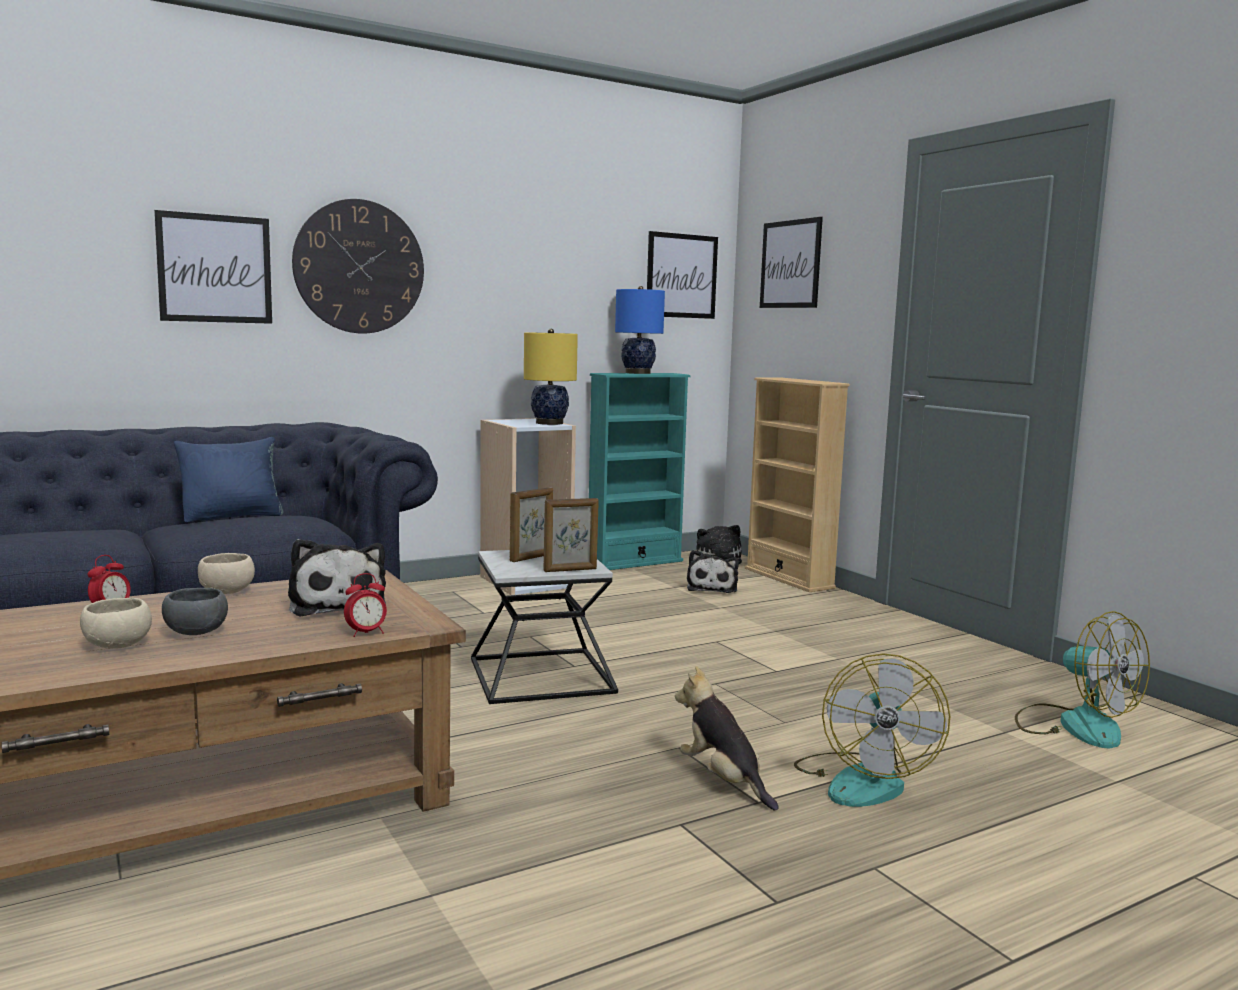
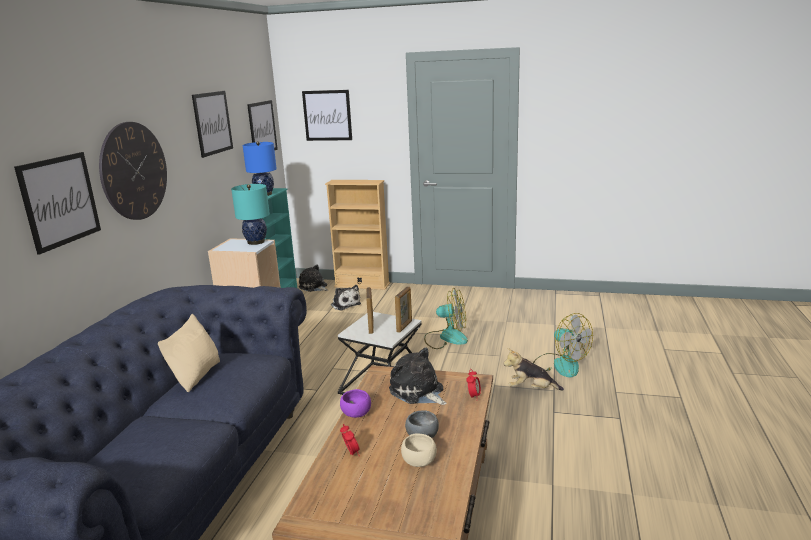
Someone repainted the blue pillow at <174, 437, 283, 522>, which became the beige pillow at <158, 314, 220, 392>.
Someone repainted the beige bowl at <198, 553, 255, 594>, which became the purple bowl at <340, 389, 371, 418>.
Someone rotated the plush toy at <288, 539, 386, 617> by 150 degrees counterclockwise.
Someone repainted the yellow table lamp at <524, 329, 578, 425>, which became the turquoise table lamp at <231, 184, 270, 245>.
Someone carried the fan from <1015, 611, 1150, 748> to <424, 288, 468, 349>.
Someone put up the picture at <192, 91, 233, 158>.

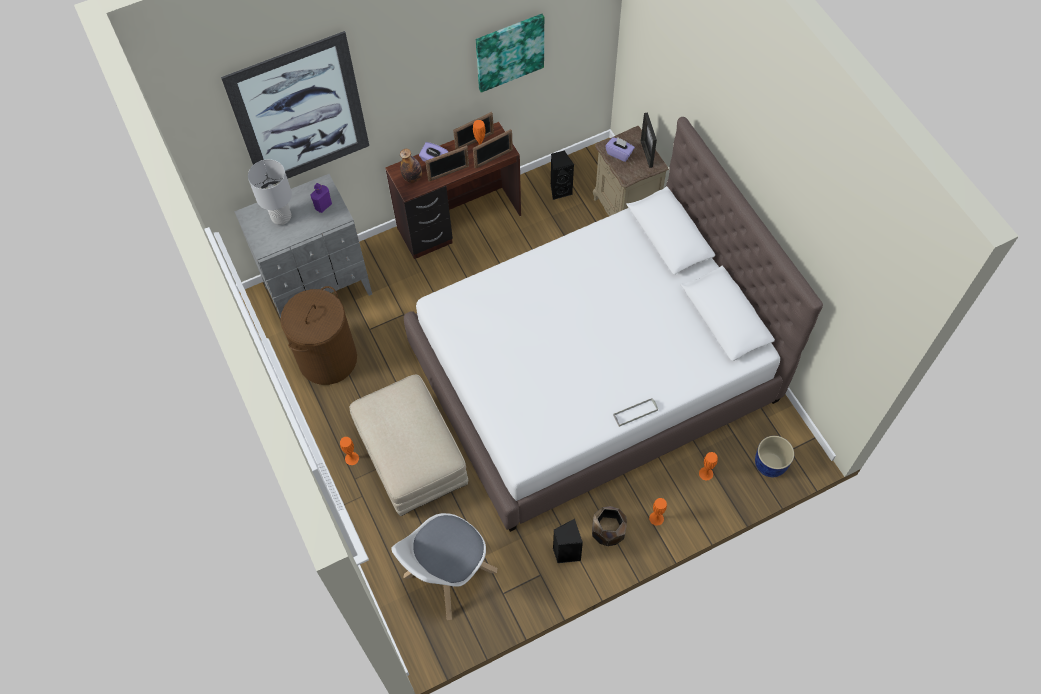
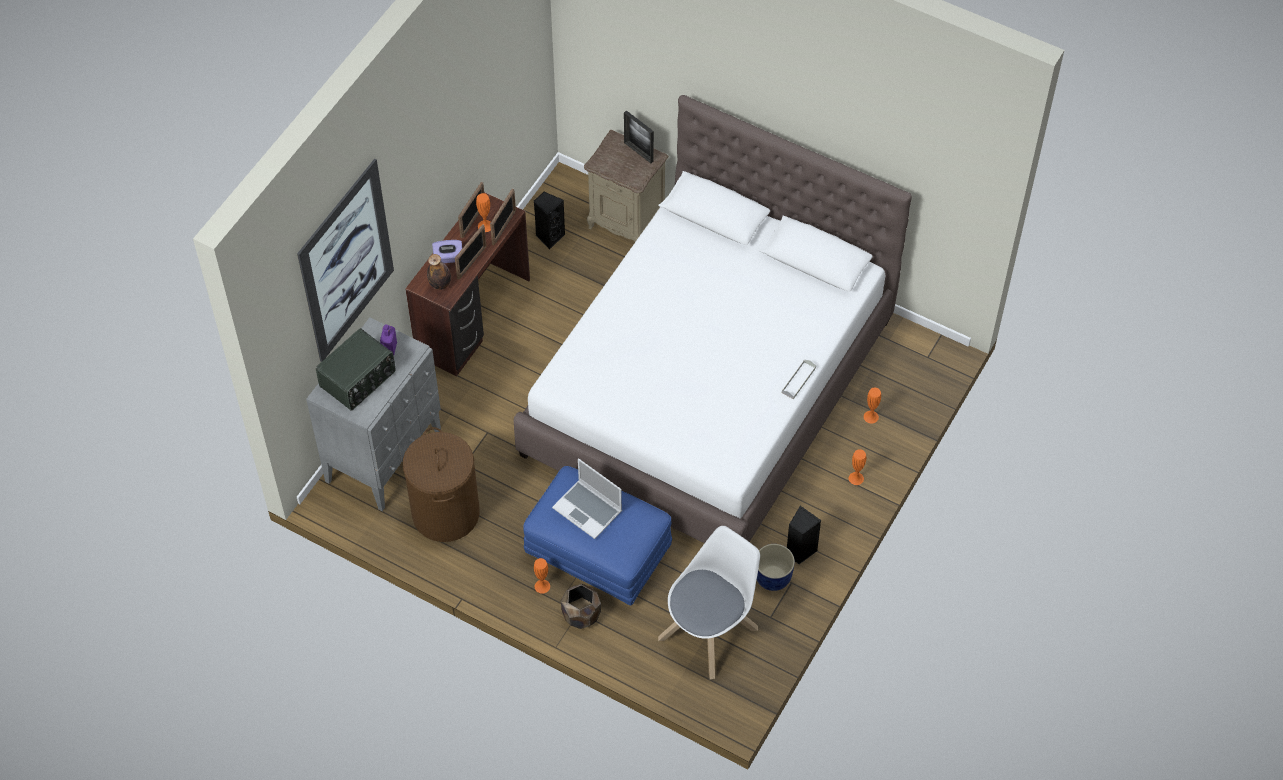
Someone swapped the grey table lamp at <248, 159, 292, 225> for the radio at <316, 328, 396, 411>.
Someone repainted the beige ottoman at <350, 375, 468, 516>, which became the blue ottoman at <523, 466, 672, 605>.
Someone rotated the chair at <391, 513, 497, 620> by 150 degrees counterclockwise.
Someone took away the picture at <476, 14, 544, 93>.
Someone carried the brown planter from <592, 506, 627, 546> to <561, 584, 601, 629>.
Someone took away the purple tissue box at <605, 137, 635, 162>.
Someone carried the blue planter from <755, 436, 794, 477> to <757, 544, 795, 591>.
Someone put down the laptop at <552, 458, 622, 539>.

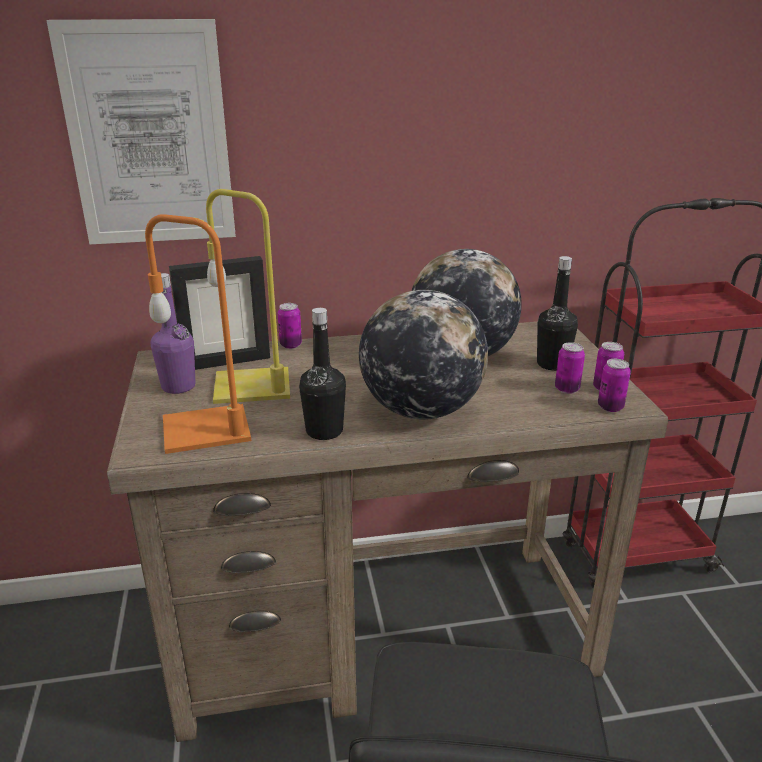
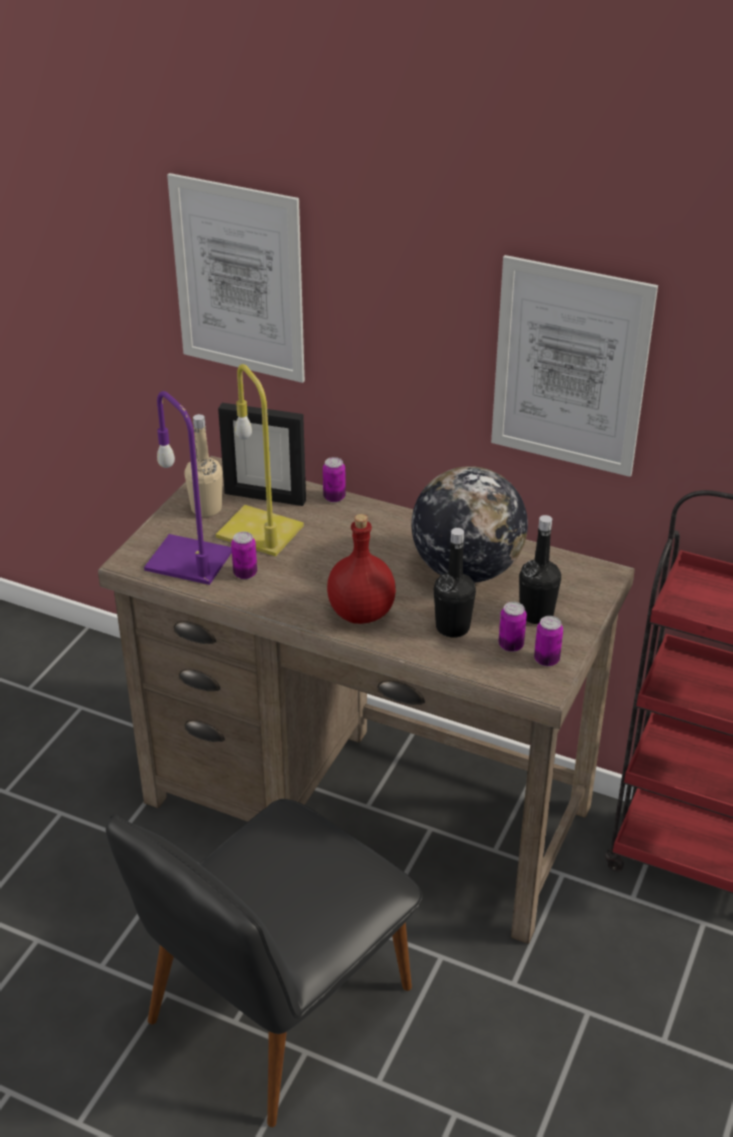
Someone repainted the orange table lamp at <145, 214, 251, 454>, which became the purple table lamp at <144, 391, 232, 585>.
Someone repainted the purple bottle at <151, 273, 195, 394>, which became the beige bottle at <184, 414, 223, 517>.
Someone carried the black bottle from <299, 308, 346, 440> to <434, 528, 476, 638>.
Someone swapped the globe at <359, 290, 488, 419> for the red bottle at <327, 514, 396, 624>.
Someone carried the can from <598, 359, 631, 412> to <231, 532, 257, 579>.
Someone put up the picture at <491, 255, 658, 477>.

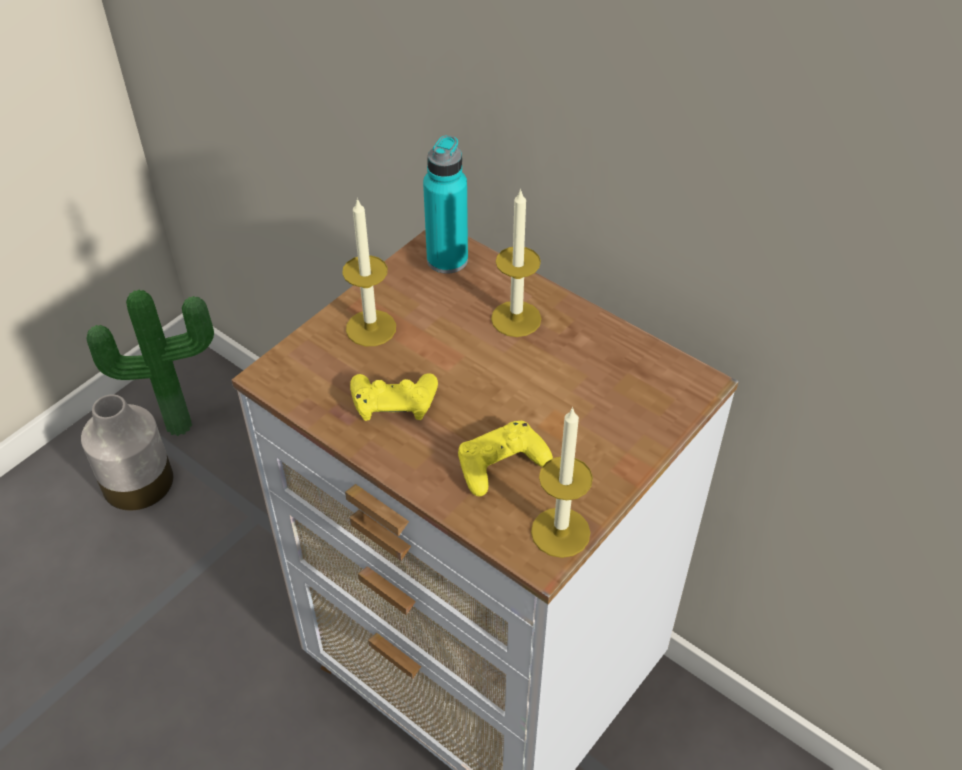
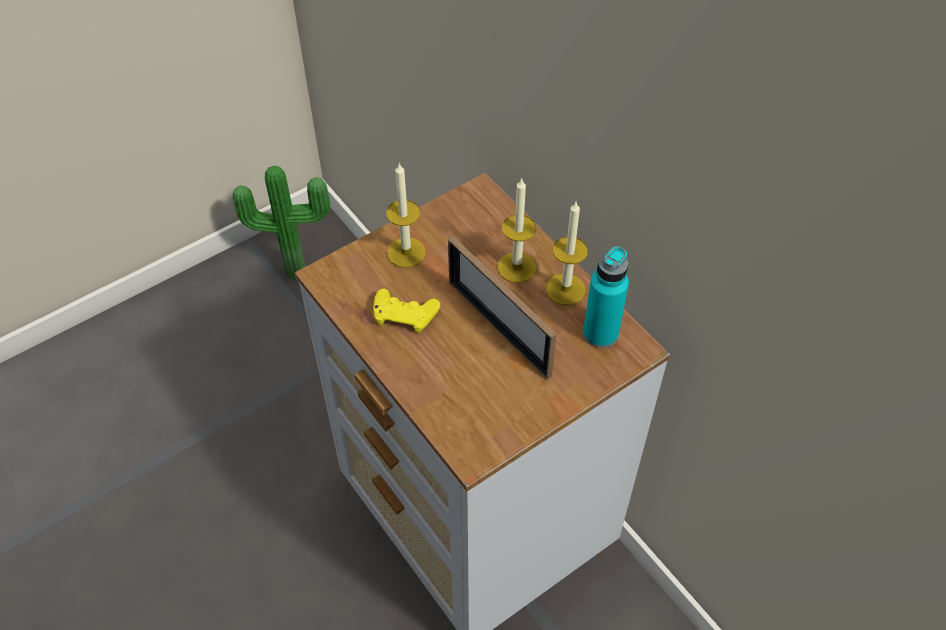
Someone took away the beige vase at <81, 394, 173, 510>.
Someone carried the turquoise bottle from <423, 135, 468, 274> to <583, 246, 629, 348>.
Someone took away the yellow game controller at <458, 421, 553, 496>.
Someone carried the candle from <531, 407, 593, 558> to <546, 202, 588, 305>.
Someone put down the picture frame at <448, 236, 557, 380>.

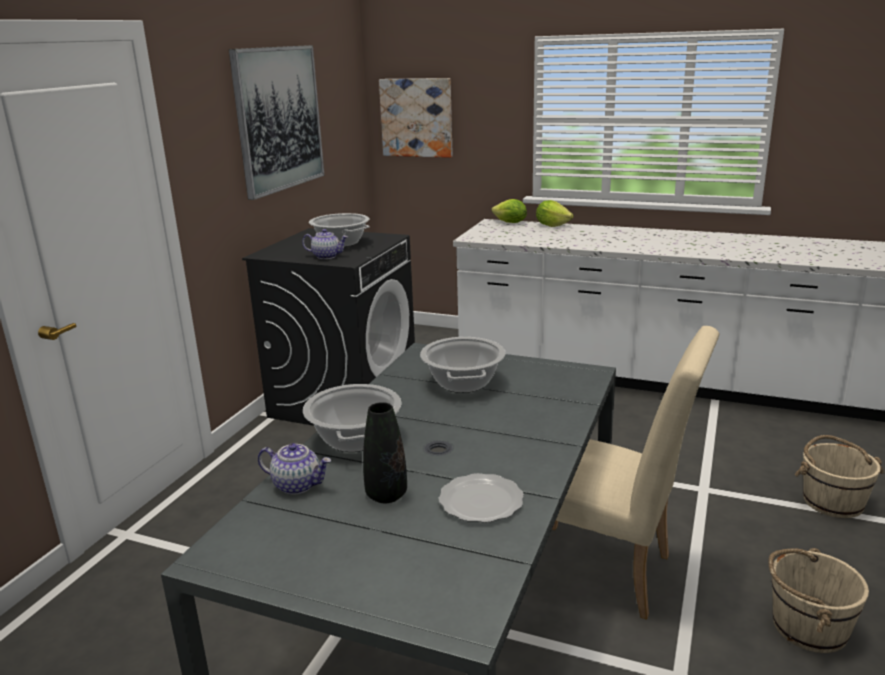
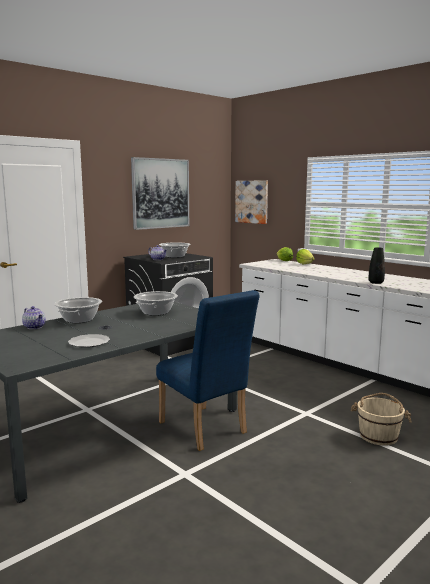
Someone carried the black vase from <363, 402, 407, 503> to <368, 247, 385, 284>.
Someone repainted the beige chair at <552, 326, 719, 620>, which became the blue chair at <156, 290, 260, 451>.
Someone took away the beige bucket at <768, 548, 869, 653>.

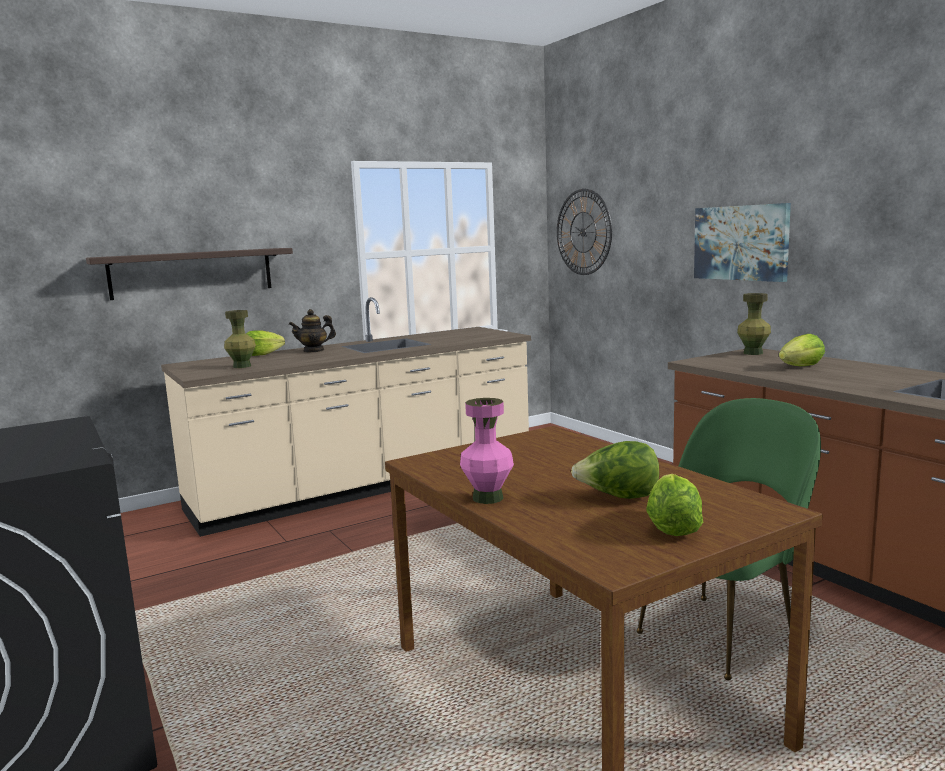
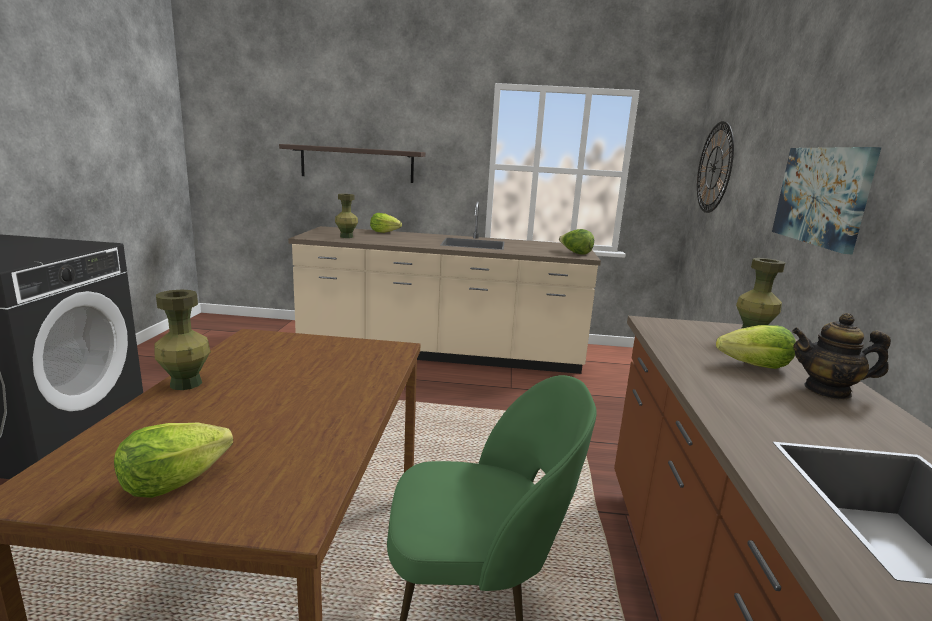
Someone carried the teapot from <289, 309, 336, 353> to <792, 313, 891, 400>.
Someone repainted the pink vase at <460, 398, 514, 504>, which became the green vase at <155, 290, 210, 390>.
Someone carried the lettuce from <571, 441, 659, 499> to <559, 229, 594, 255>.

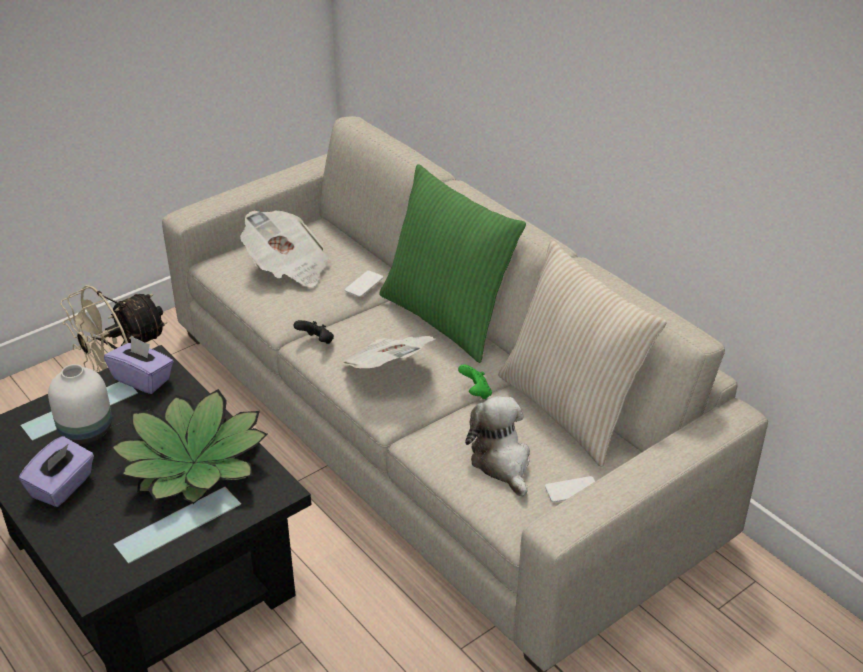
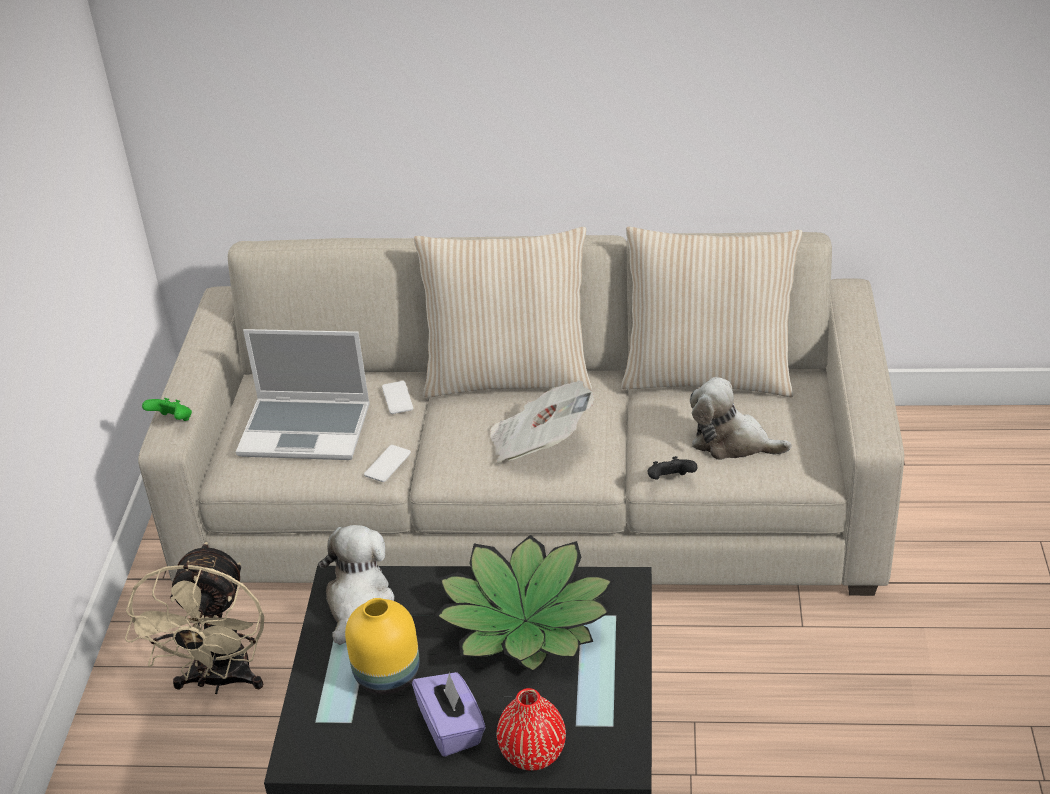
Someone repainted the white vase at <48, 364, 112, 444>, which became the yellow vase at <345, 598, 420, 695>.
Someone swapped the purple tissue box at <104, 336, 173, 394> for the plush toy at <318, 525, 395, 645>.
Someone swapped the newspaper at <240, 210, 330, 288> for the laptop at <236, 329, 370, 460>.
Someone carried the black game controller from <293, 320, 334, 344> to <648, 456, 697, 480>.
Someone repainted the green pillow at <379, 164, 526, 363>, which became the beige pillow at <414, 227, 592, 398>.
Someone carried the green game controller from <458, 364, 492, 400> to <142, 398, 192, 421>.
Someone carried the phone from <545, 476, 595, 502> to <364, 445, 411, 482>.
Someone put down the red vase at <497, 688, 566, 770>.

